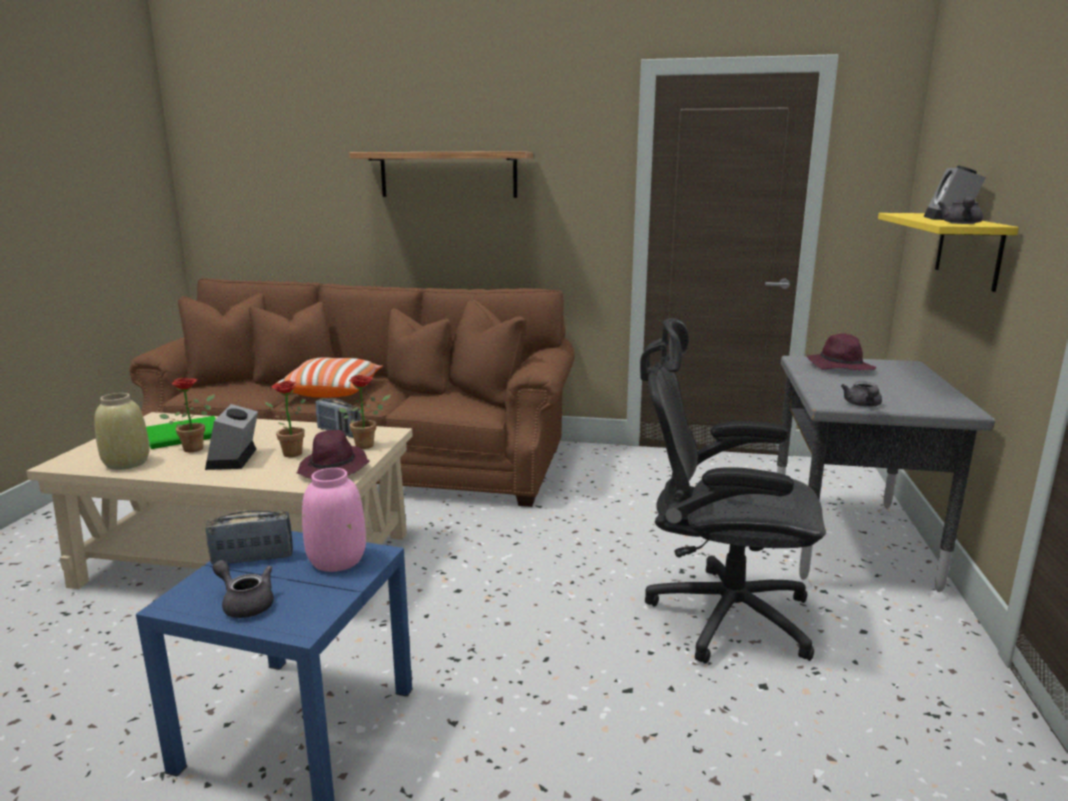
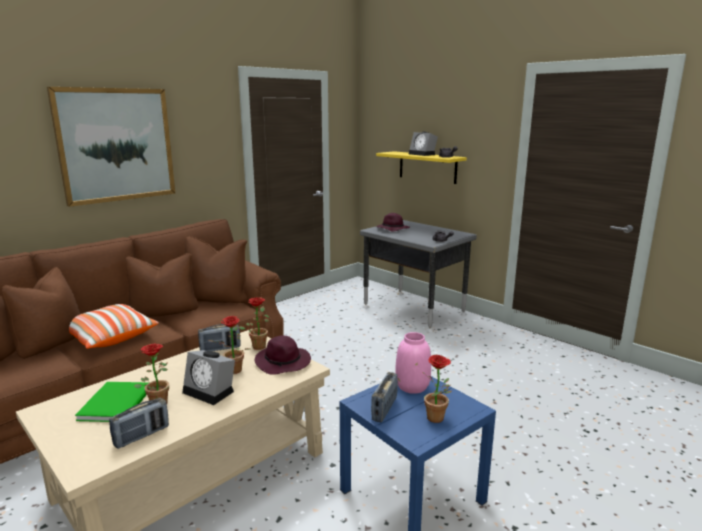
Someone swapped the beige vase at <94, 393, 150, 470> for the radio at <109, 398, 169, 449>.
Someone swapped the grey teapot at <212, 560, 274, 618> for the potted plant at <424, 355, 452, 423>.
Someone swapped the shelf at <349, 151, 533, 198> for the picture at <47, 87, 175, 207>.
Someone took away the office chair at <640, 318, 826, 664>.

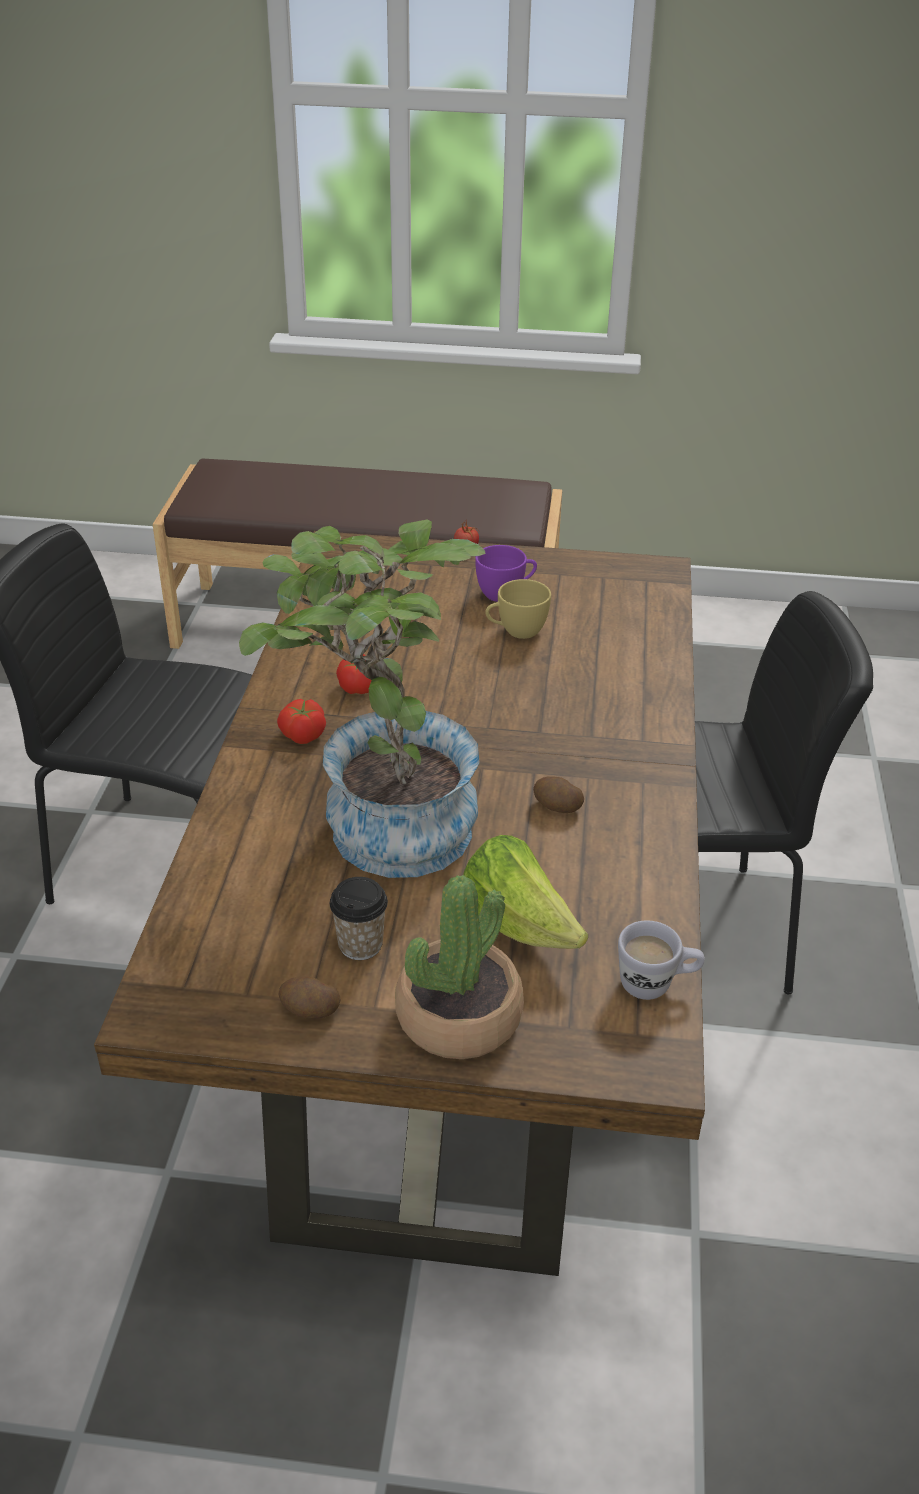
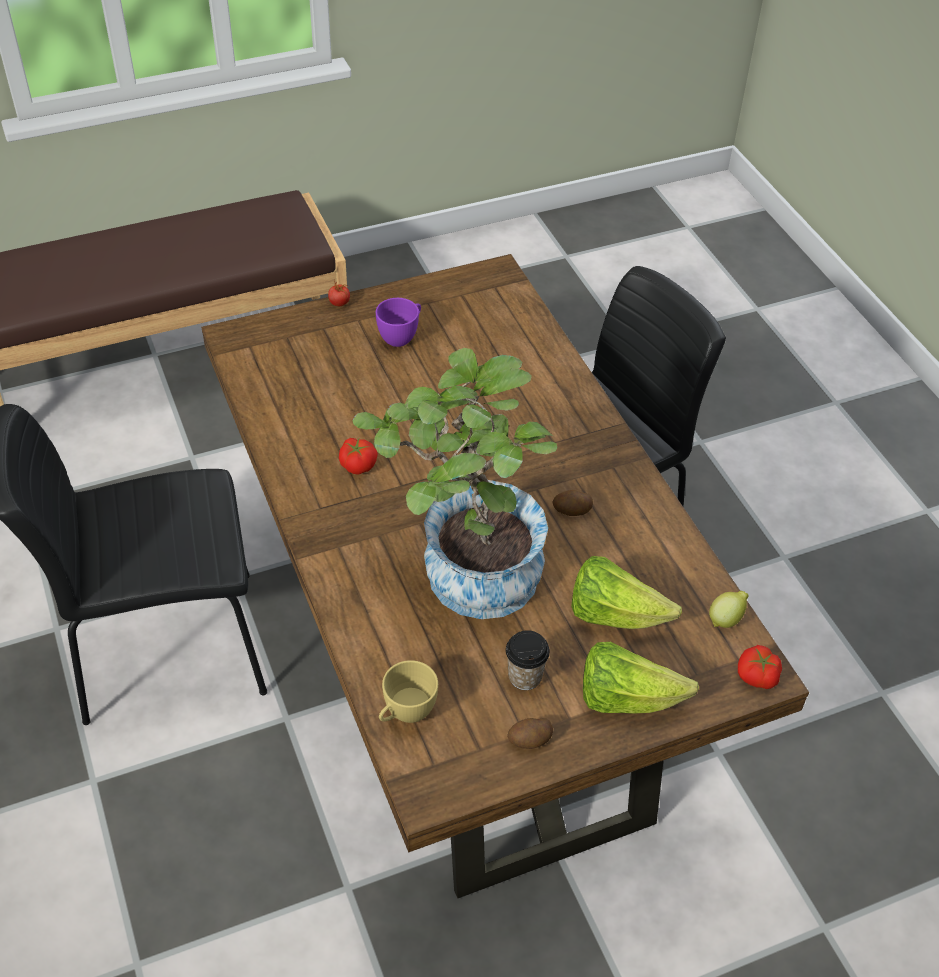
Someone carried the tomato from <277, 699, 326, 744> to <738, 645, 782, 689>.
Someone swapped the potted plant at <395, 875, 524, 1059> for the lettuce at <583, 642, 699, 714>.
Someone carried the yellow cup from <485, 579, 551, 639> to <379, 660, 438, 723>.
Someone swapped the white mug at <618, 920, 705, 1000> for the lemon at <709, 591, 749, 628>.

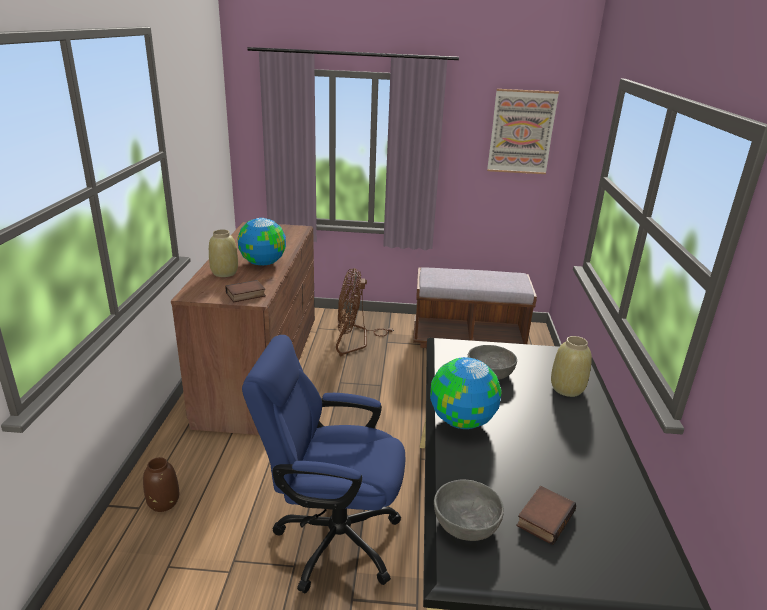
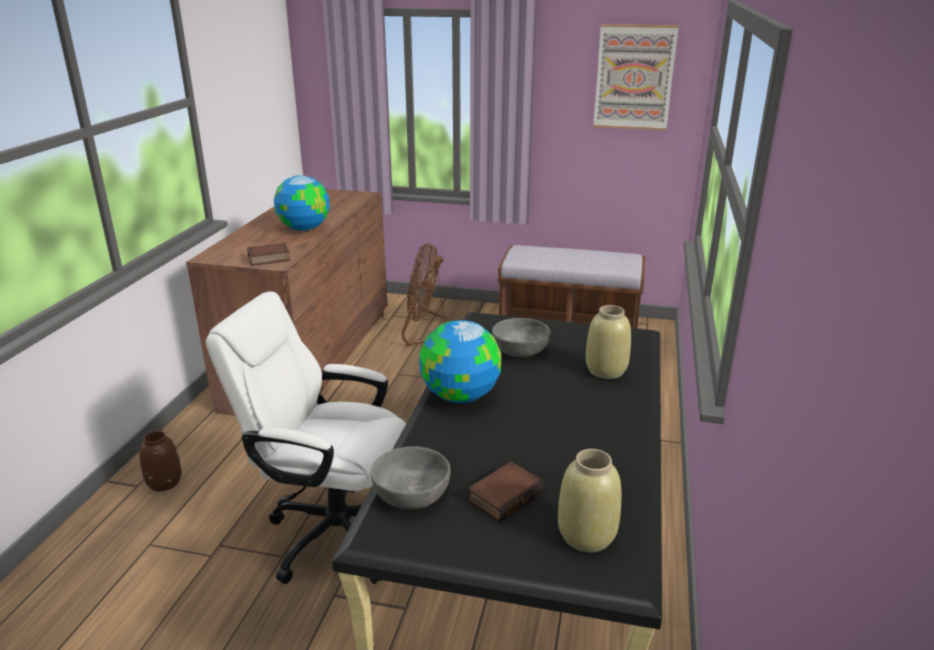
Someone carried the beige vase from <209, 230, 238, 277> to <558, 449, 621, 552>.
Someone repainted the blue office chair at <242, 335, 405, 593>, which became the white office chair at <206, 291, 406, 584>.

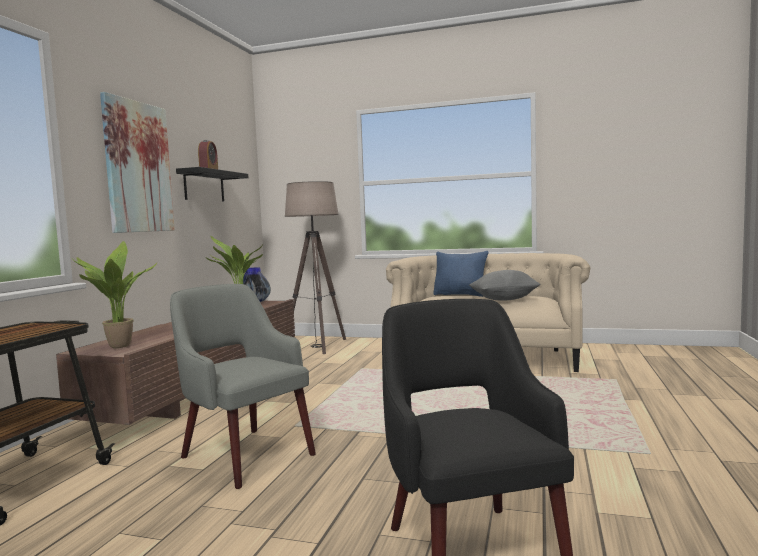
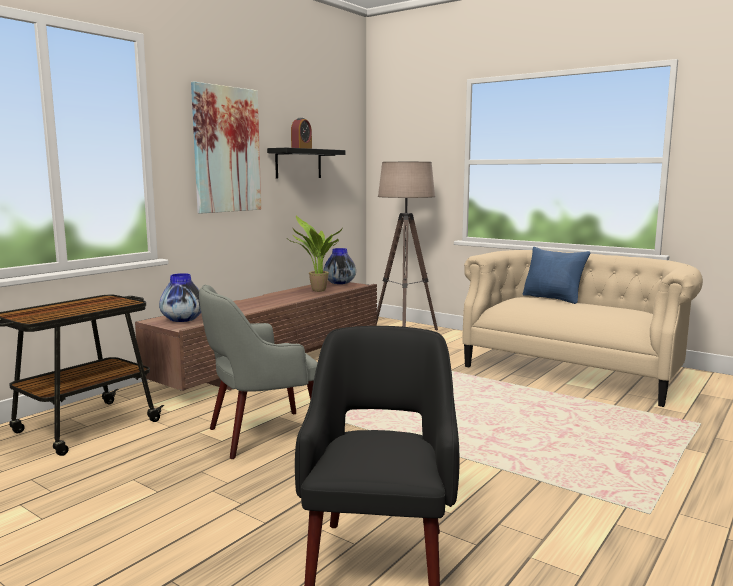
Someone swapped the potted plant at <74, 241, 157, 348> for the vase at <159, 273, 201, 322>.
Someone rotated the grey armchair at <170, 284, 316, 489> by 90 degrees counterclockwise.
Someone took away the grey pillow at <469, 270, 540, 301>.

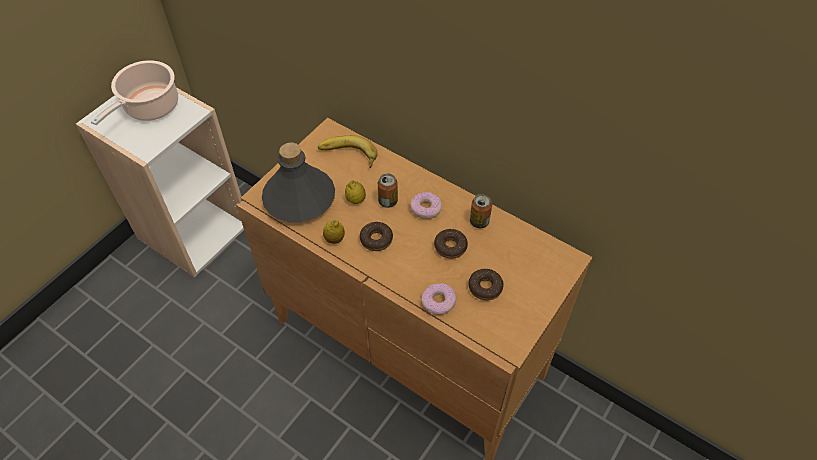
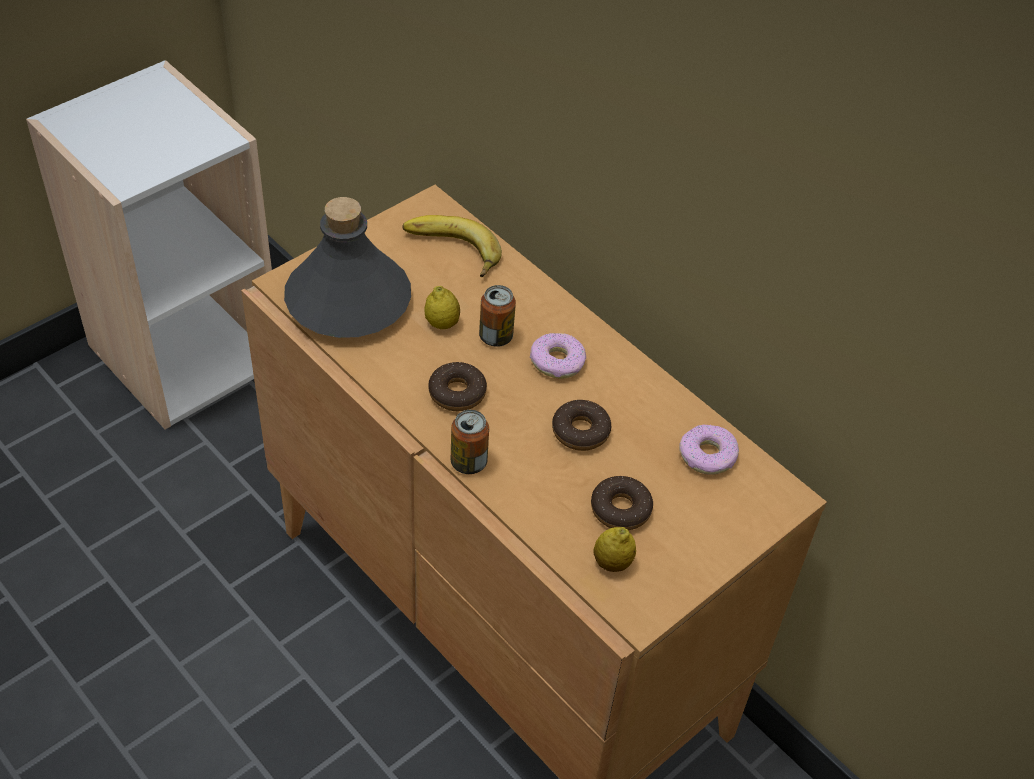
Someone took away the cooking pot at <91, 60, 178, 125>.
Someone carried the lemon from <323, 220, 345, 244> to <593, 527, 636, 572>.
Someone carried the donut from <421, 283, 456, 315> to <679, 425, 739, 475>.
Someone carried the can from <470, 194, 492, 228> to <451, 410, 489, 474>.

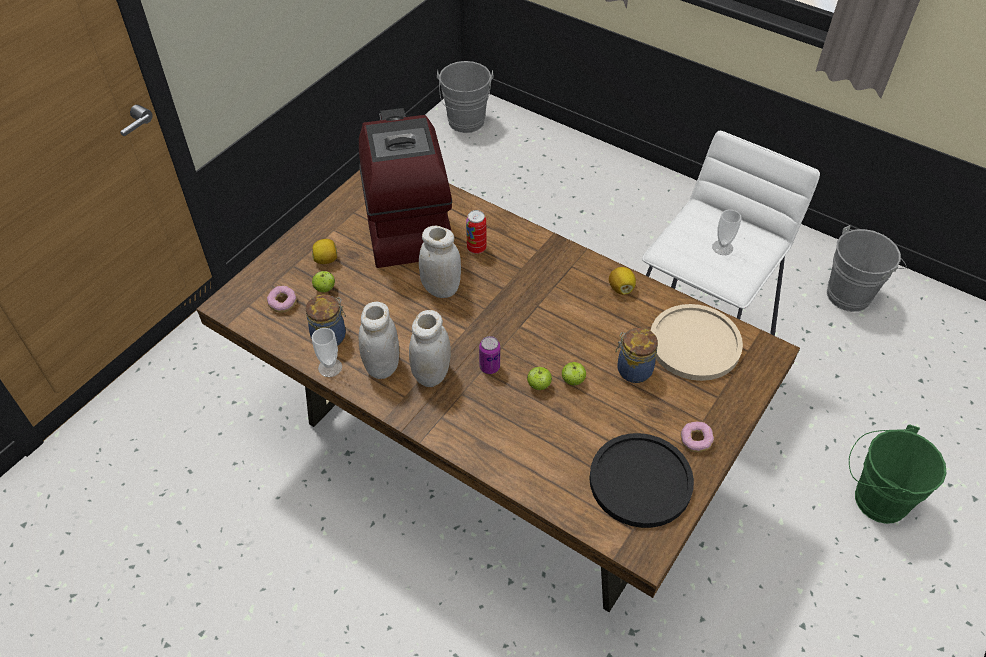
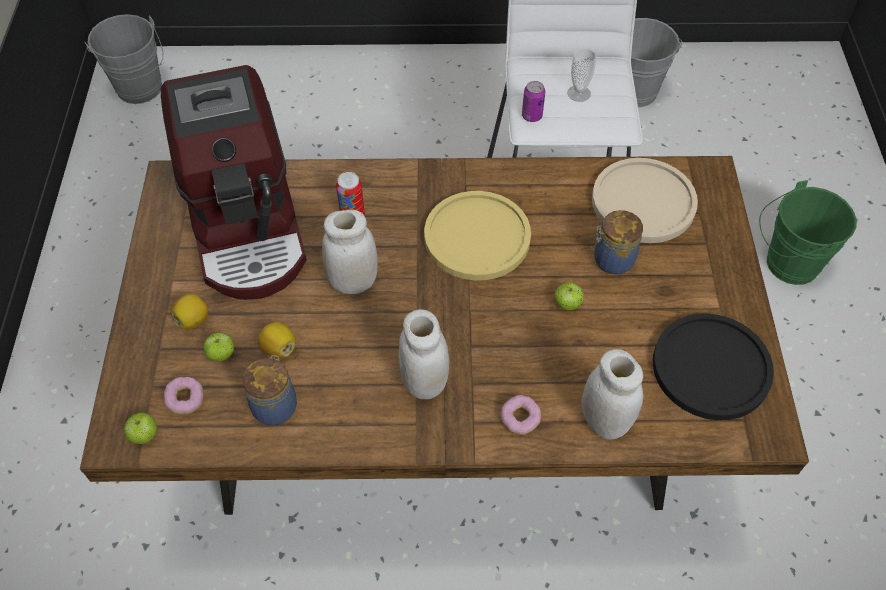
Someone took away the cup at <312, 328, 342, 377>.
Someone rotated the coffee machine at <359, 108, 452, 268> by 150 degrees counterclockwise.
Someone carried the white jar from <359, 302, 399, 379> to <581, 349, 643, 439>.
Someone carried the can from <479, 336, 500, 374> to <522, 81, 545, 122>.
Someone carried the apple from <527, 366, 552, 390> to <124, 413, 157, 444>.
Someone carried the lemon from <609, 267, 636, 295> to <258, 322, 296, 358>.
Someone carried the donut from <680, 422, 714, 452> to <501, 395, 541, 435>.
Someone put down the yellow plate at <424, 191, 531, 280>.

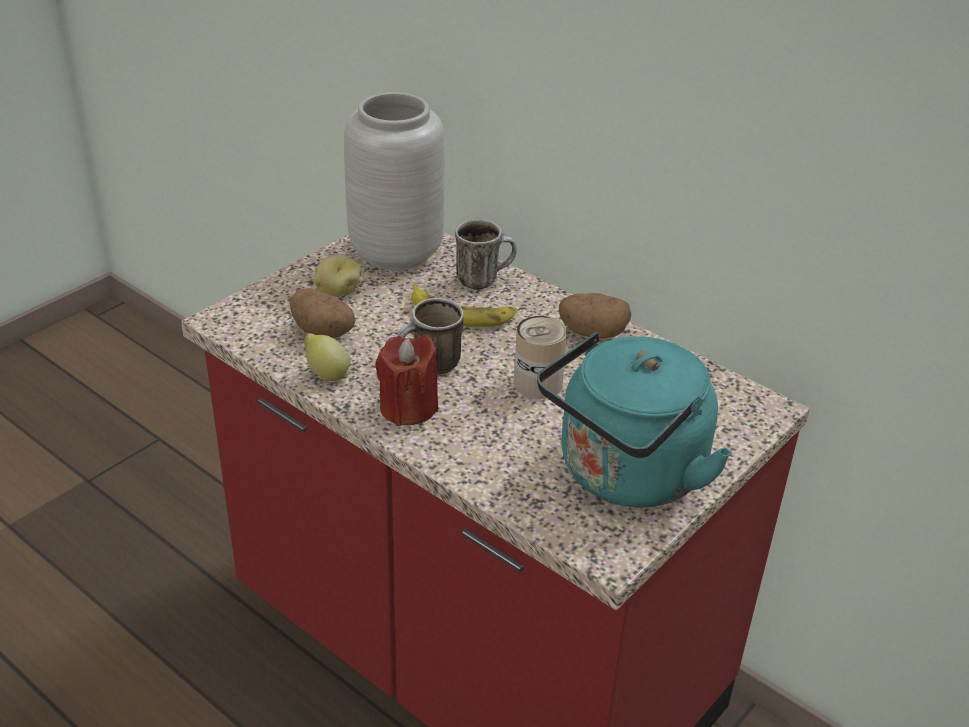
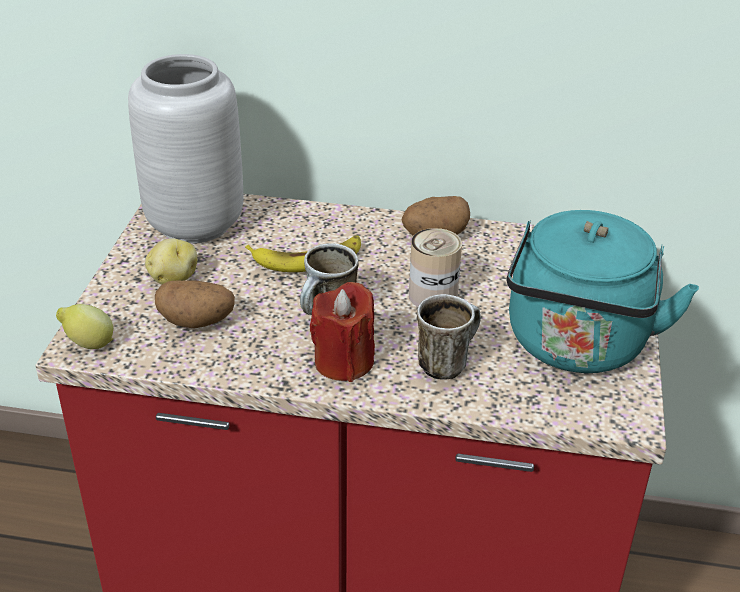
Someone carried the lemon from <304, 333, 350, 381> to <56, 304, 113, 349>.
Someone carried the mug from <455, 219, 517, 290> to <417, 294, 481, 380>.

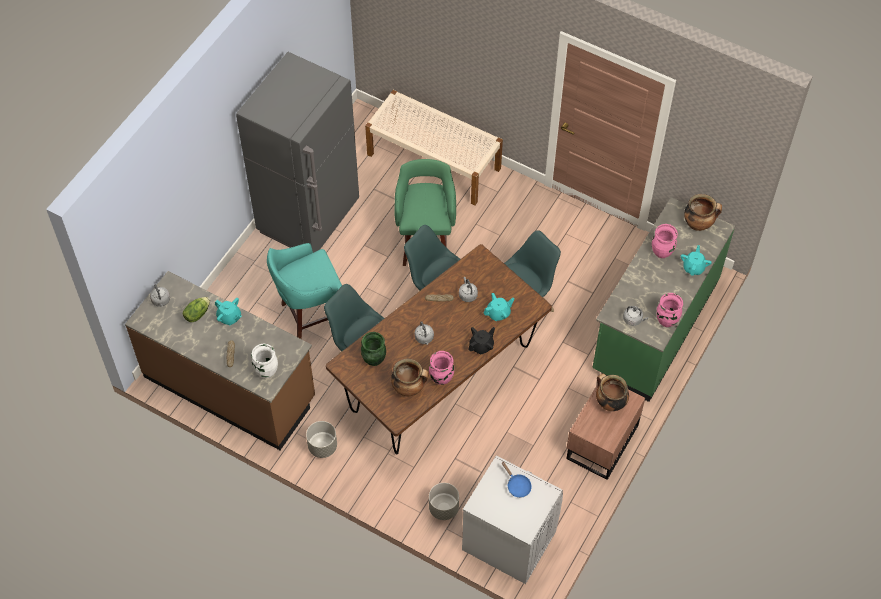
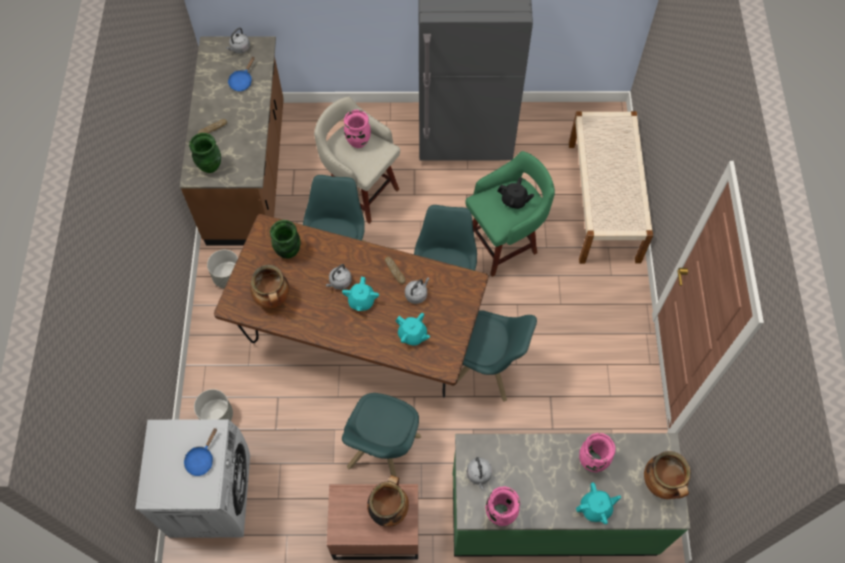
Someone swapped the lettuce at <183, 297, 210, 322> for the blue frying pan at <228, 56, 255, 91>.
Someone carried the turquoise teapot from <215, 298, 242, 325> to <342, 277, 379, 311>.
Someone repainted the white vase at <251, 344, 278, 378>, which became the green vase at <189, 133, 221, 173>.
Someone repainted the turquoise stool at <267, 243, 342, 339>, which became the beige stool at <314, 96, 400, 224>.
Someone carried the pink vase from <429, 351, 454, 385> to <344, 110, 371, 148>.
Someone carried the black teapot from <468, 327, 495, 354> to <498, 177, 534, 209>.
Someone put down the turquoise chair at <342, 393, 421, 477>.

